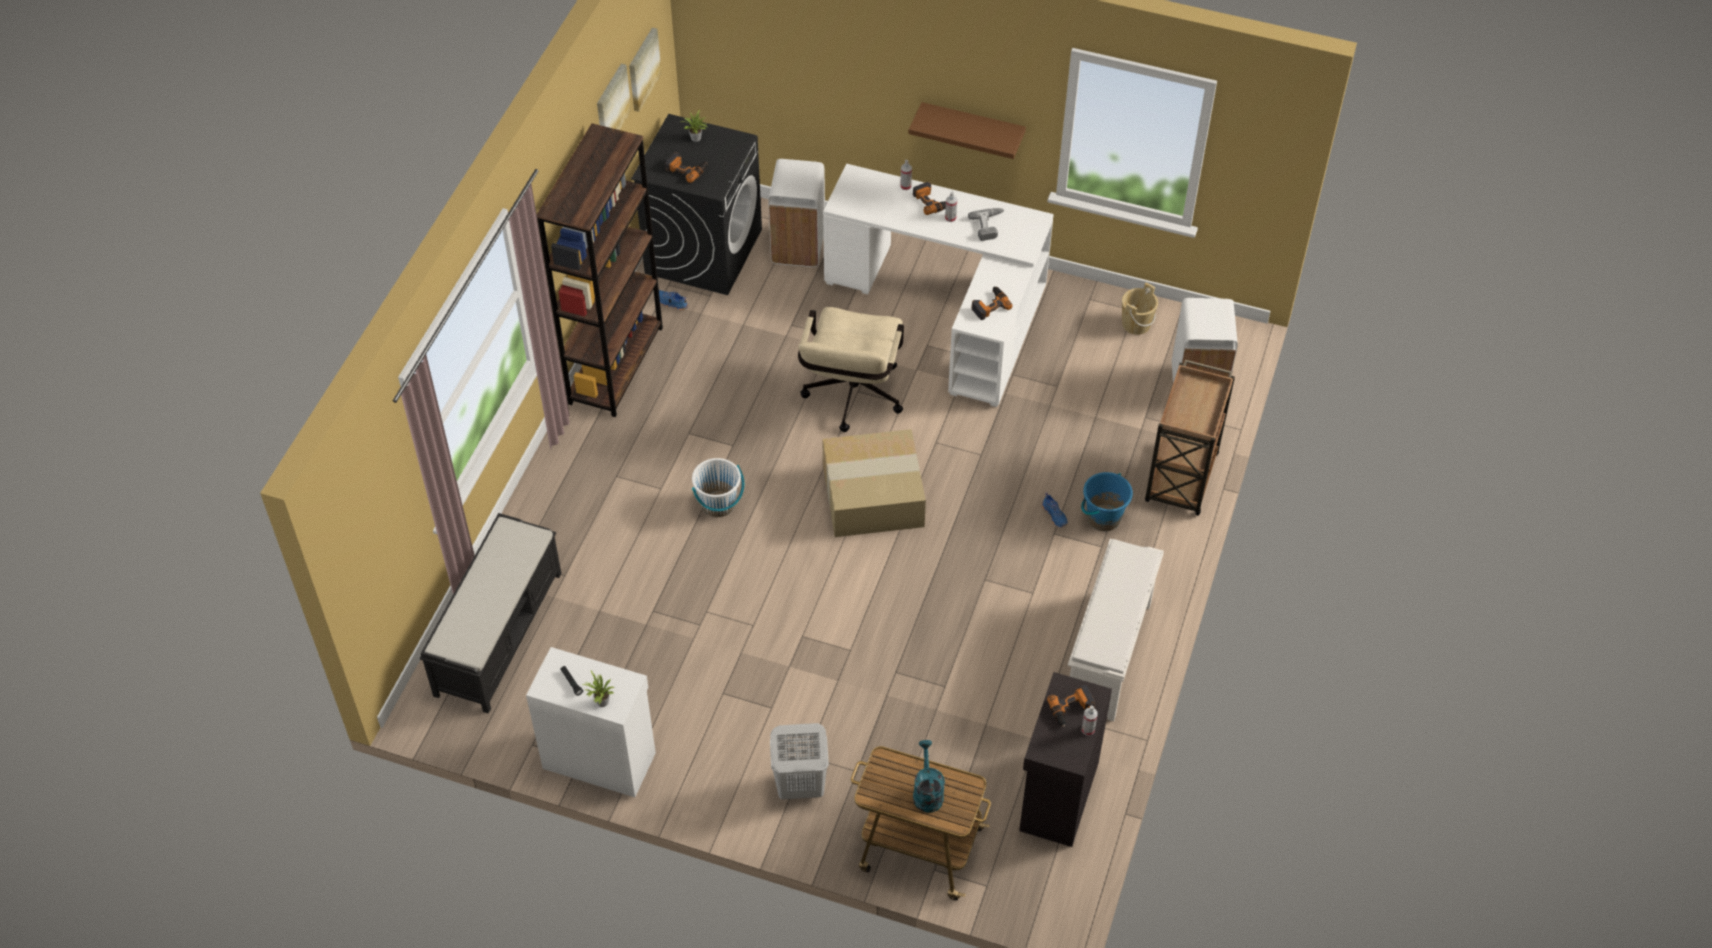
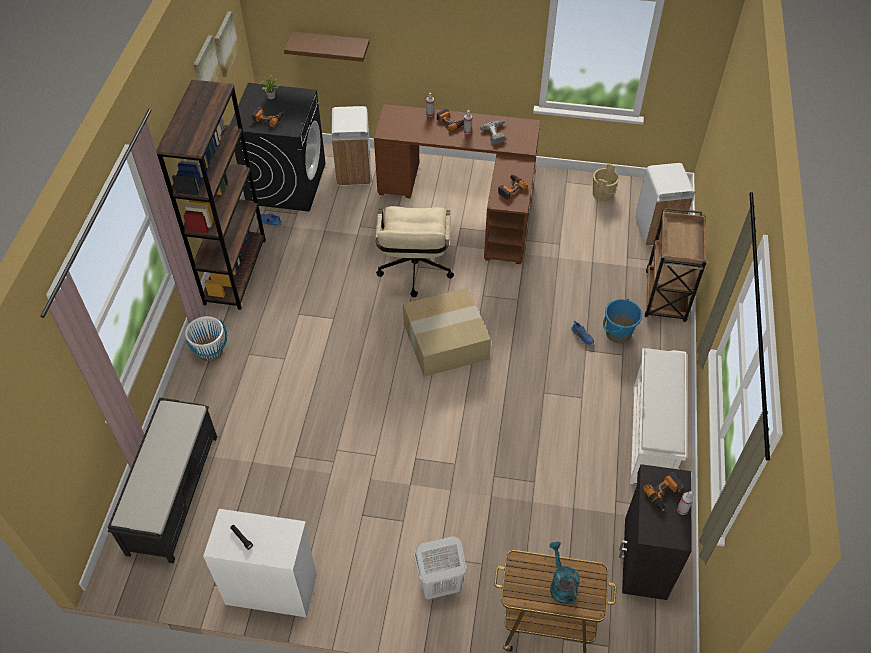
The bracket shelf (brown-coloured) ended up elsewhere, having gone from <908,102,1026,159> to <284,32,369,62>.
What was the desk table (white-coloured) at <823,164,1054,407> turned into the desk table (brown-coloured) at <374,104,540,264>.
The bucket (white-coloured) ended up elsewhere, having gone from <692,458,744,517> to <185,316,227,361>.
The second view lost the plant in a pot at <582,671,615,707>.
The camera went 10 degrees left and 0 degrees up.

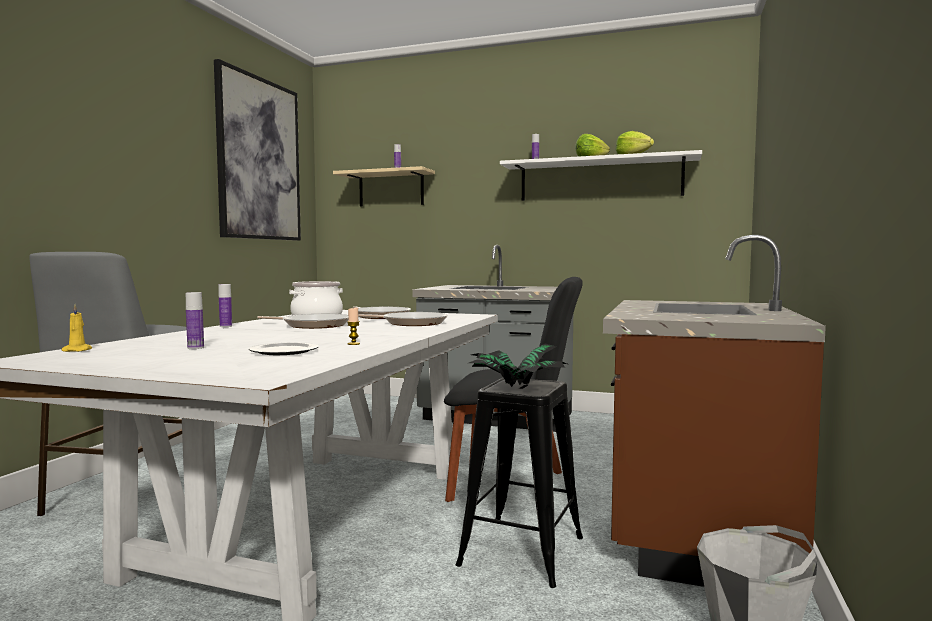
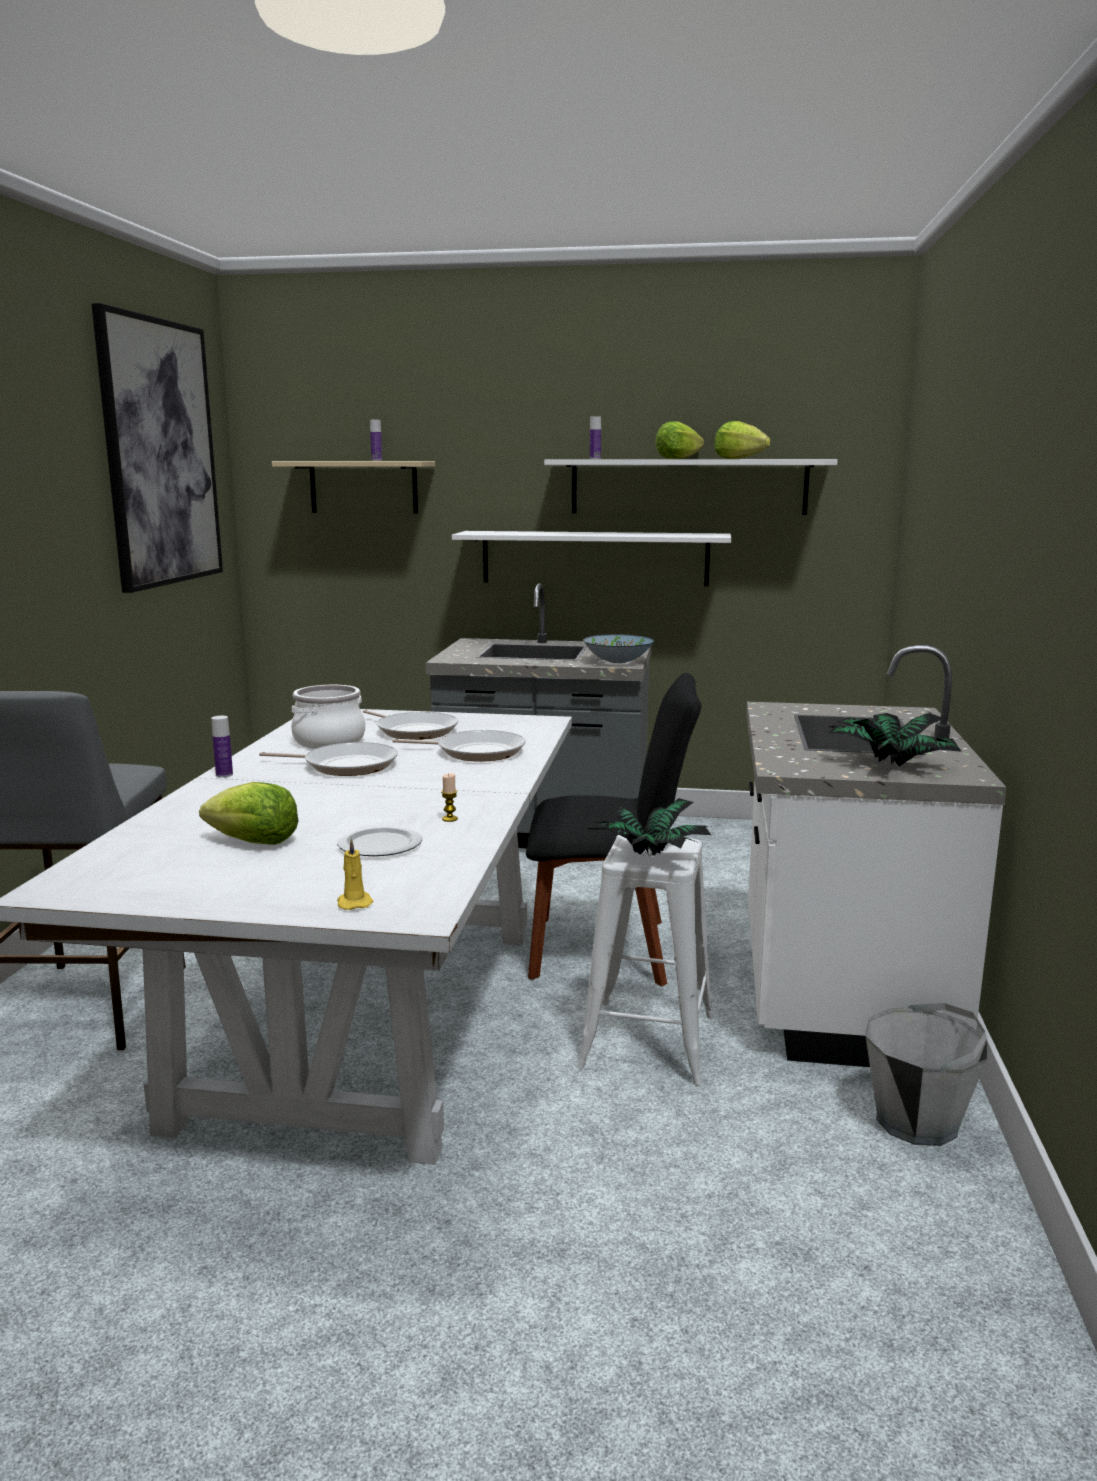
What was the counter (brown-coloured) at <603,235,826,587> turned into the counter (white-coloured) at <746,645,1006,1067>.
Where the bottle stood at <186,292,204,349>, the lettuce head came to stand at <199,782,299,845>.
The wax light (yellow-coloured) ended up elsewhere, having gone from <62,304,92,352> to <337,838,373,910>.
What was the stool seat (blackish) at <456,378,583,588> turned into the stool seat (white-coloured) at <577,835,714,1085>.
The second view gained the bracket shelf (white-coloured) at <452,531,732,586>.
The second view gained the serving bowl at <583,634,654,663>.
The second view gained the plant in a pot at <829,713,962,766>.
The camera went 10 degrees left and 10 degrees up.

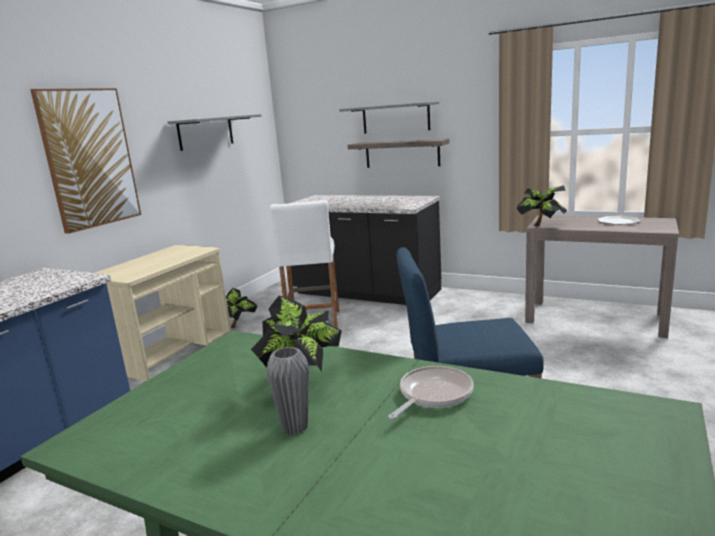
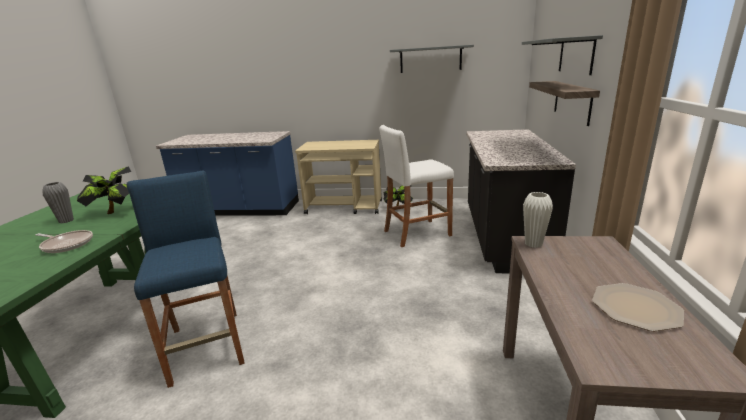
The second view lost the wall art at <30,88,141,234>.
Where the plant in a pot stood at <516,185,567,226>, the decorative vase (white-coloured) came to stand at <523,192,553,248>.
The camera went 70 degrees right and 5 degrees up.

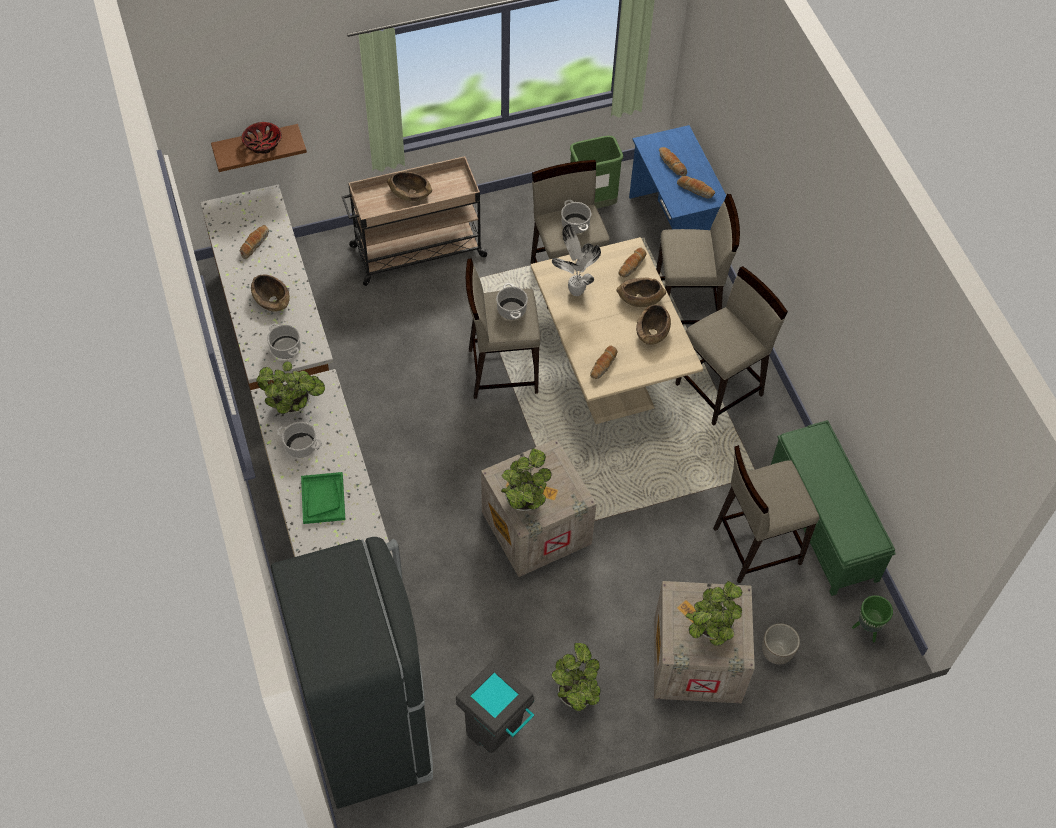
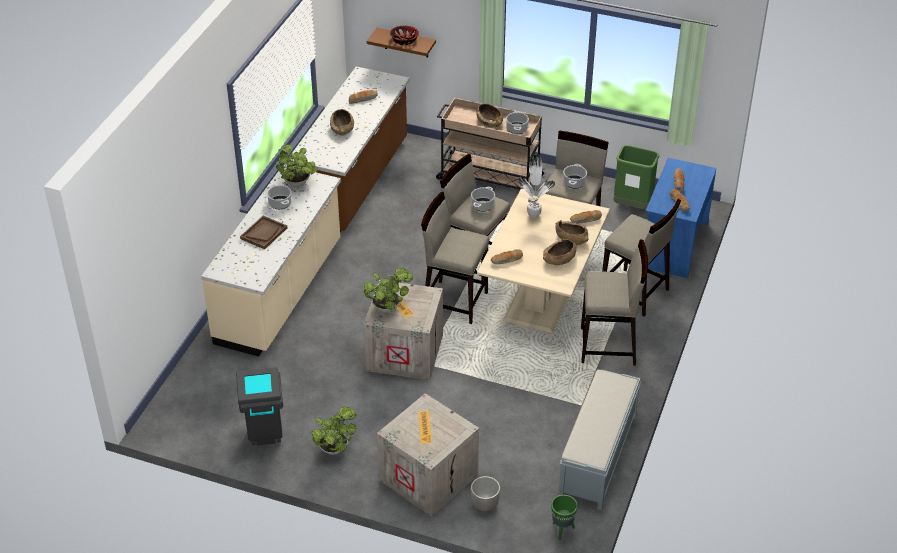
The saucepot ended up elsewhere, having gone from <267,323,301,359> to <506,111,529,134>.
What was the long seat (greenish) at <771,420,896,596> turned into the long seat (grey) at <558,370,641,510>.
The stool seat (beige) ended up elsewhere, having gone from <713,445,820,583> to <421,192,489,324>.
What was the serving tray (greenish) at <301,472,346,524> turned into the serving tray (brown-coloured) at <240,216,287,249>.
The second view lost the fridge (blackish) at <271,537,433,809>.
The second view lost the plant in a pot at <686,581,742,646>.
The camera went 40 degrees right and 15 degrees down.

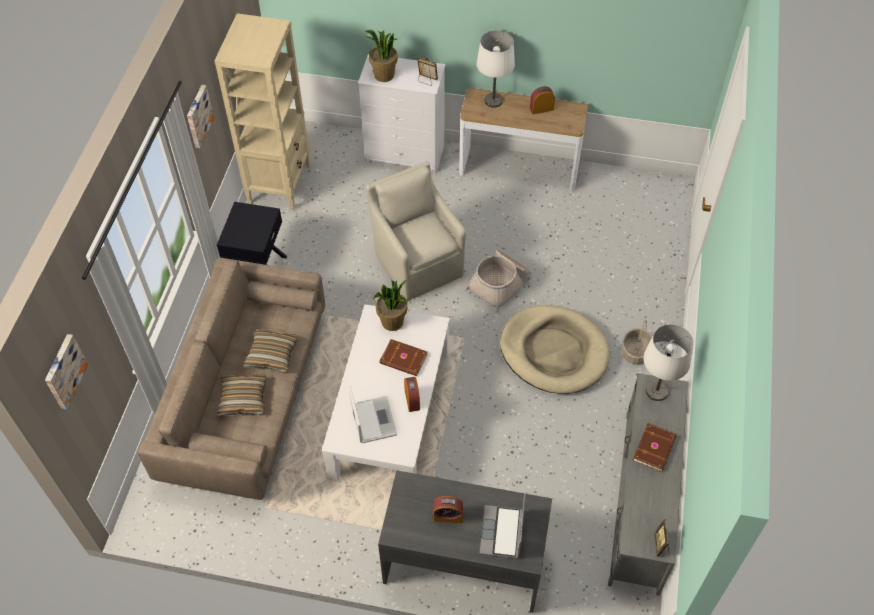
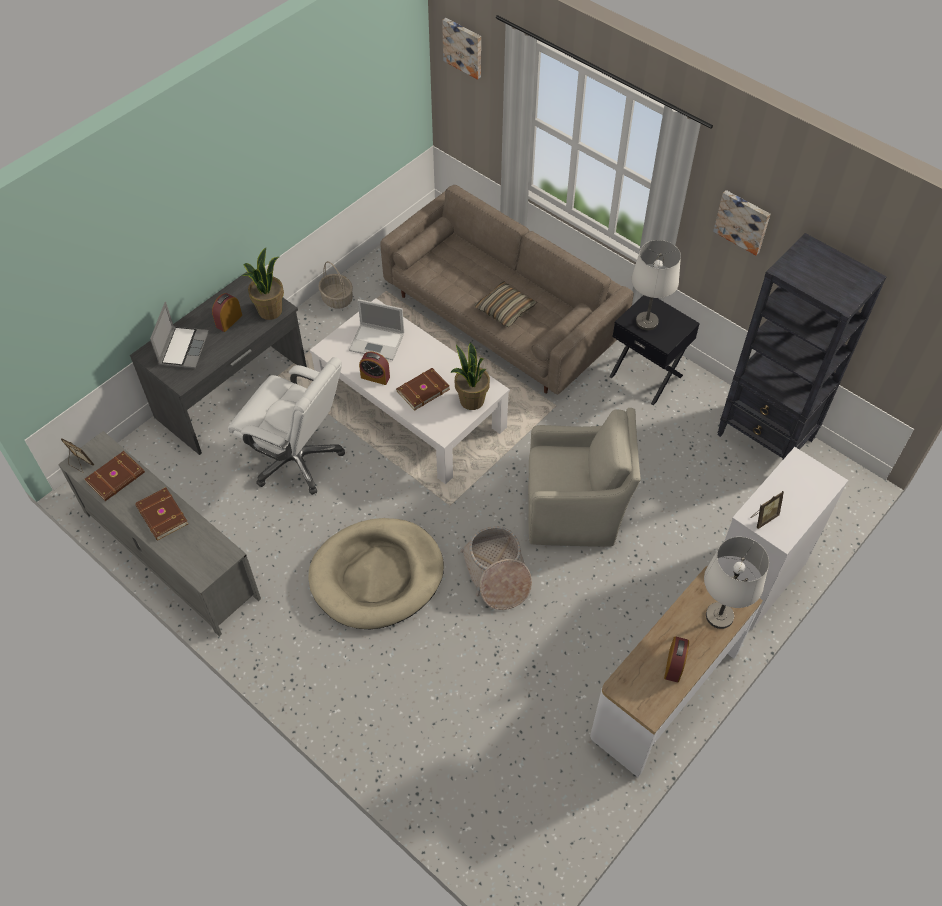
What was the bookshelf (beige) at <214,13,310,210> turned into the bookshelf (blackish) at <717,233,887,459>.
The plant in a pot ended up elsewhere, having gone from <364,30,398,82> to <242,248,284,320>.
The household basket ended up elsewhere, having gone from <622,320,655,365> to <318,261,353,309>.
The tabletop lamp (white-coloured) ended up elsewhere, having gone from <643,324,694,401> to <631,240,681,330>.
The second view lost the throw pillow at <217,374,266,416>.
The portable computer at <479,493,526,559> ended up facing another way, 60 degrees clockwise from before.
The second view gained the office chair (white-coloured) at <228,357,345,495>.
The second view gained the volume (brown-coloured) at <85,451,145,501>.
The camera went 120 degrees right and 0 degrees up.

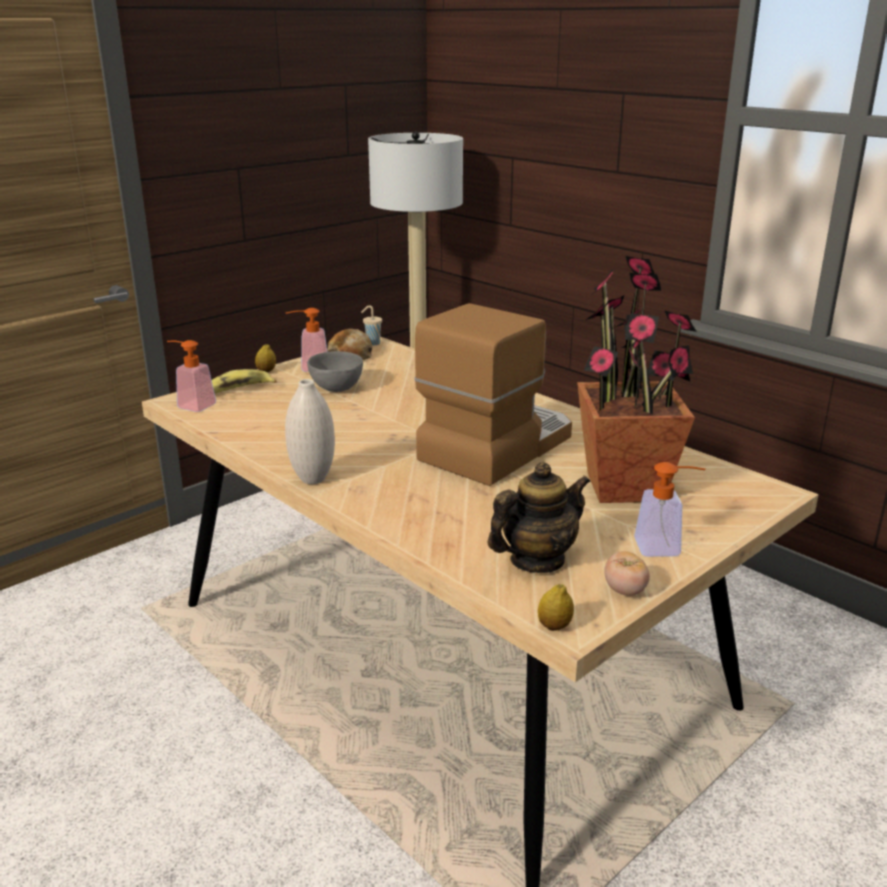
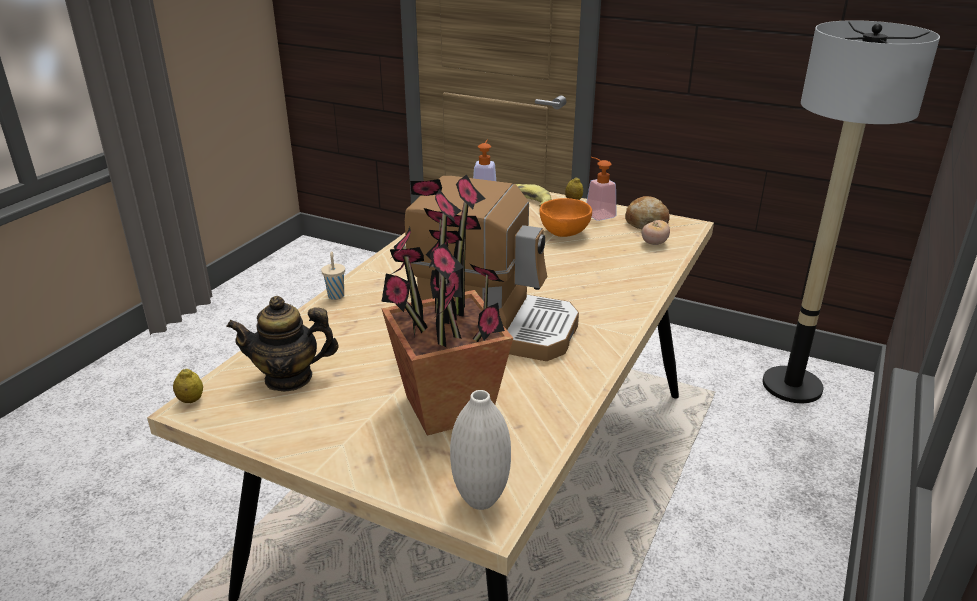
The small cup (beige) ended up elsewhere, having gone from <361,305,382,346> to <321,251,345,300>.
What was the serving bowl (grey) at <307,351,363,392> turned into the serving bowl (orange-coloured) at <539,198,592,237>.
The decorative vase (white-coloured) ended up elsewhere, having gone from <285,379,335,484> to <450,390,511,510>.
The pot for tea at <488,462,591,573> ended up facing another way, 135 degrees clockwise from before.
The second view lost the liquid soap bottle at <634,462,706,557>.
The fresh tomato ended up elsewhere, having gone from <605,551,650,596> to <642,220,670,245>.
The camera went 70 degrees right and 5 degrees up.

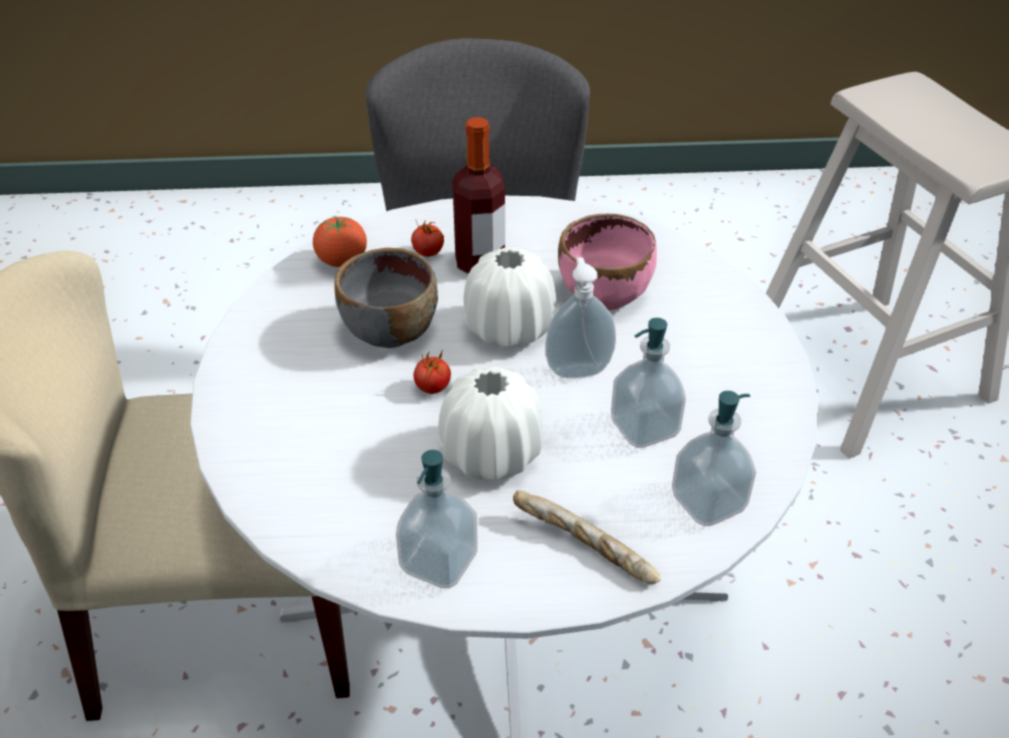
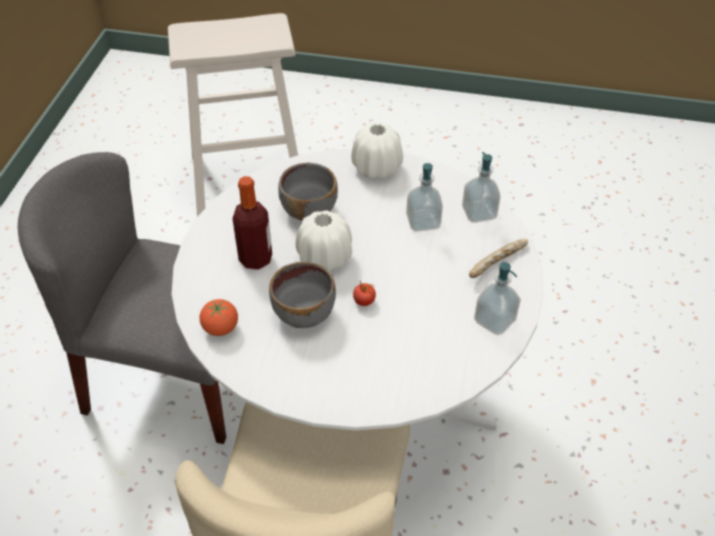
What was the serving bowl (pinkish) at <558,214,657,310> turned into the serving bowl (grey) at <278,163,338,221>.
The second view lost the fresh tomato at <411,219,444,257>.
The second view lost the liquid soap bottle at <545,257,616,378>.
The decorative vase (white-coloured) ended up elsewhere, having gone from <438,367,543,480> to <351,123,403,179>.
The camera went 75 degrees left and 5 degrees up.

